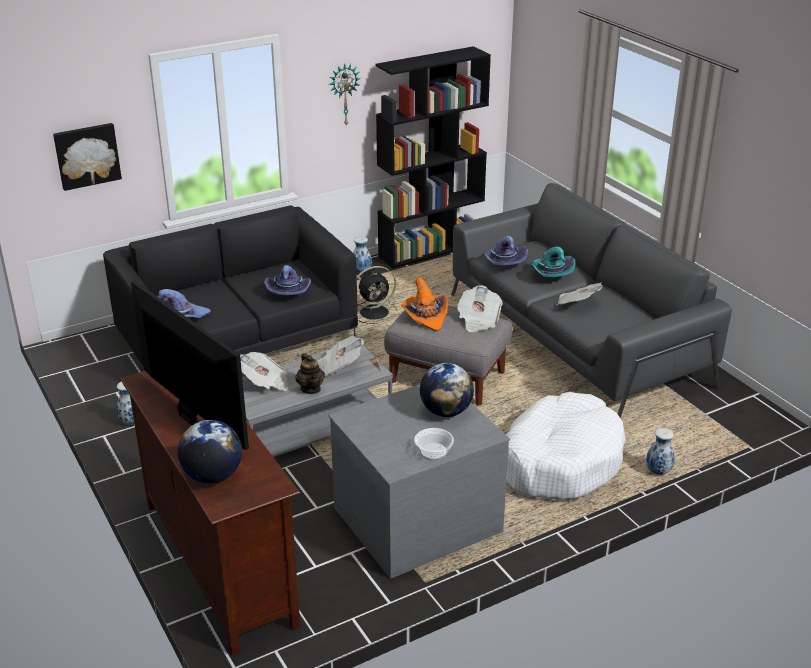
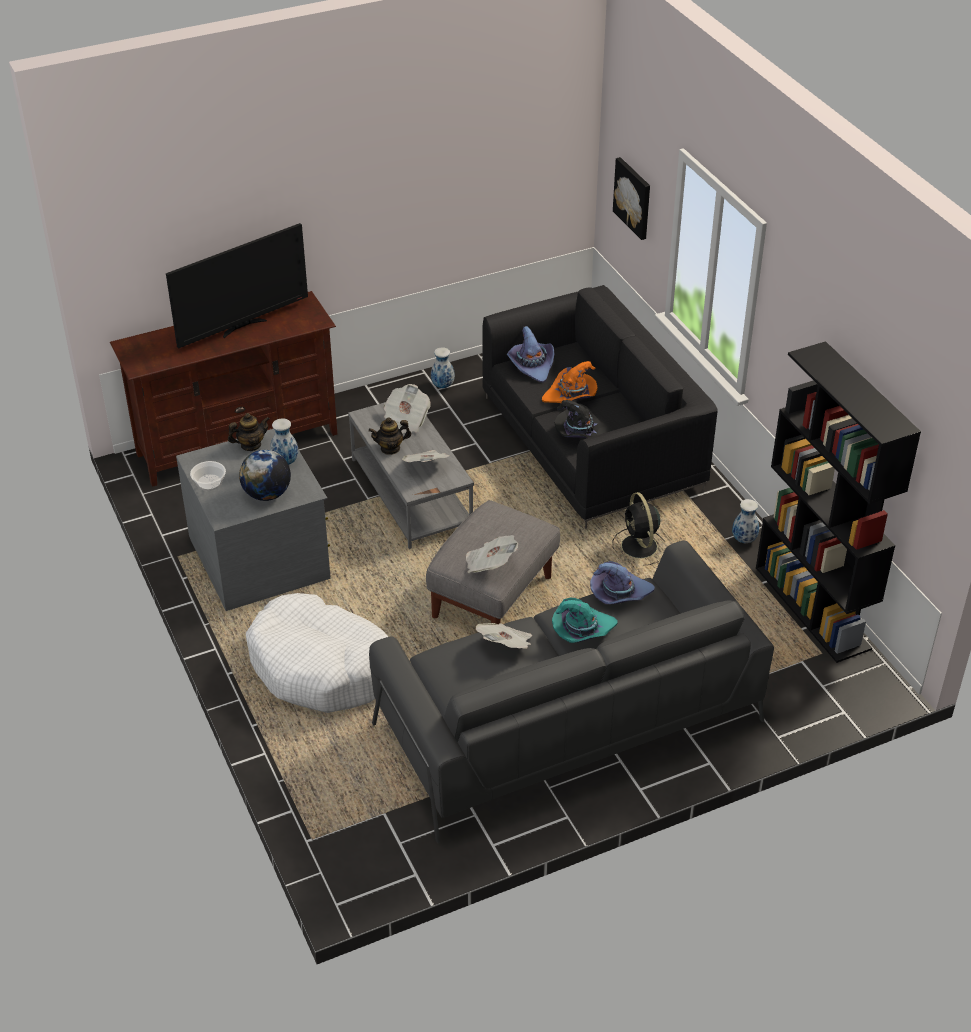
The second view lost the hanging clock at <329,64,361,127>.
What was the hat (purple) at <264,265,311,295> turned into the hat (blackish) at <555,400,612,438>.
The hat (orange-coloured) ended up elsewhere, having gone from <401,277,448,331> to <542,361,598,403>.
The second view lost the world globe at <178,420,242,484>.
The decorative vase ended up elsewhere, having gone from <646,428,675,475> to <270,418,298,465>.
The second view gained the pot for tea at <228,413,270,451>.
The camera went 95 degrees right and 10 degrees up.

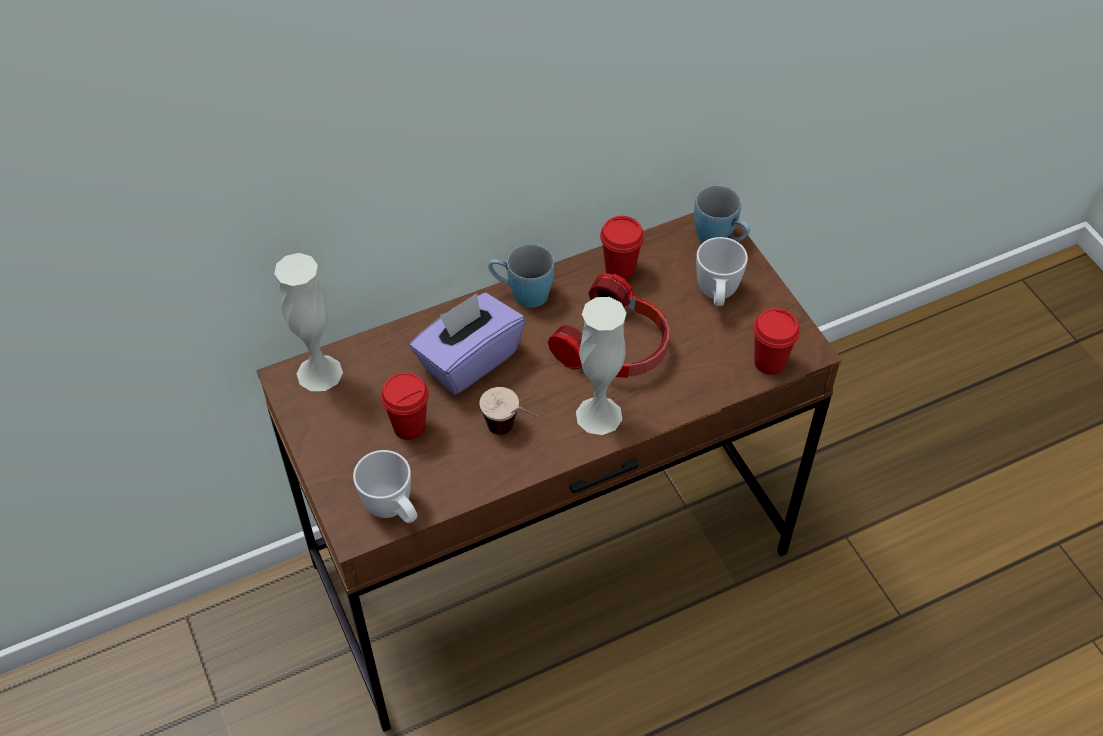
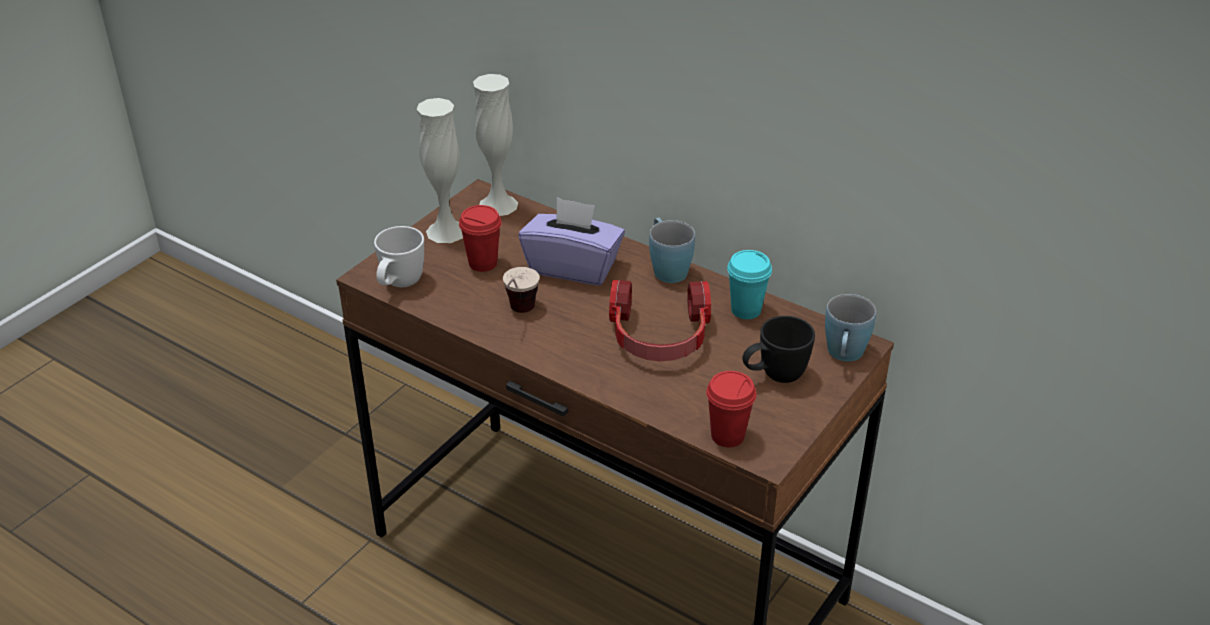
What was the small cup (reddish) at <600,216,644,280> turned into the small cup (blue-green) at <727,250,772,319>.
What was the coffee mug (white-coloured) at <696,237,748,306> turned into the coffee mug (blackish) at <742,316,815,383>.
The decorative vase (white-coloured) ended up elsewhere, having gone from <576,297,626,435> to <417,98,463,243>.
The camera went 60 degrees right and 15 degrees down.

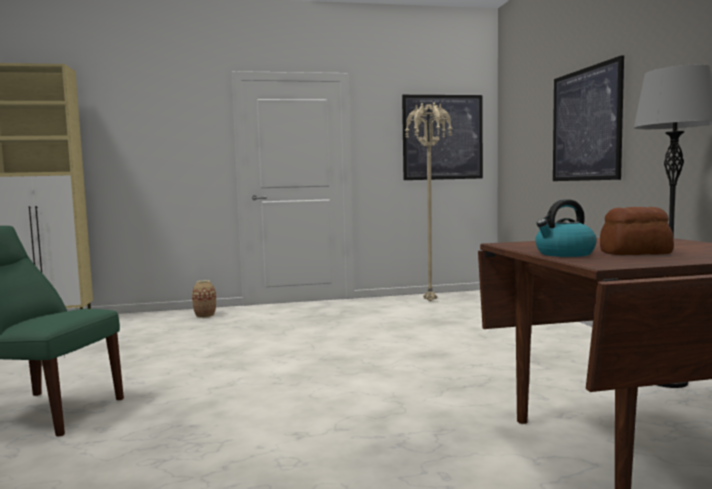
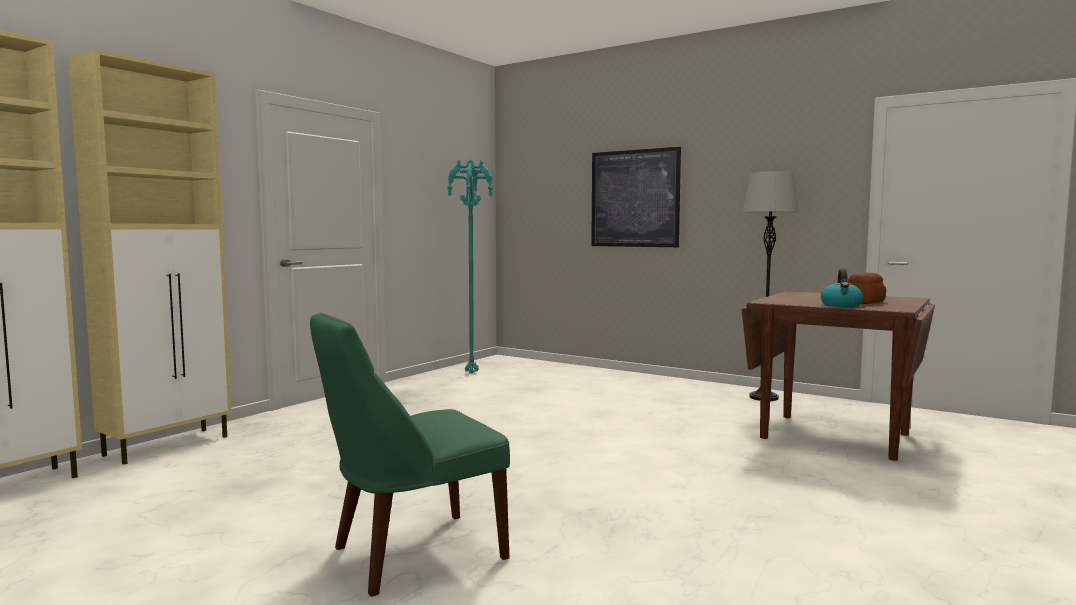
The second view lost the wall art at <402,95,483,180>.
What was the standard lamp (beige) at <404,103,453,301> turned into the standard lamp (blue-green) at <447,160,493,373>.
The second view lost the decorative vase at <192,280,216,318>.
The second view gained the storage cabinet (beige) at <68,49,232,465>.
The camera went 45 degrees left and 0 degrees up.

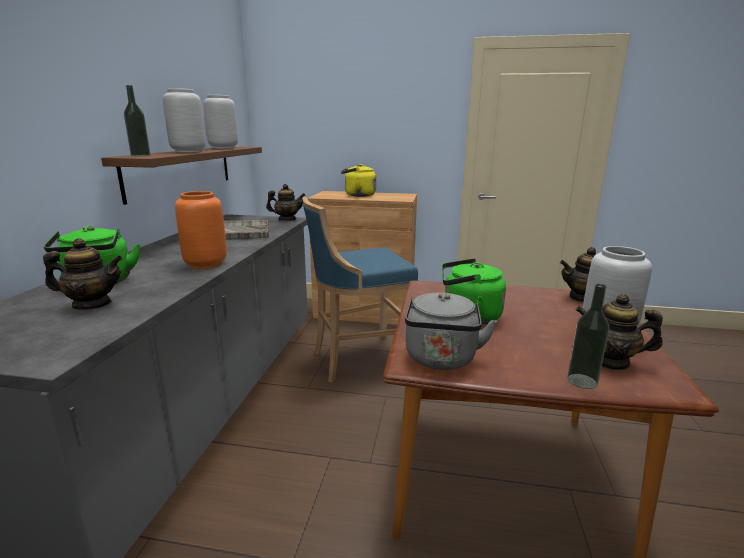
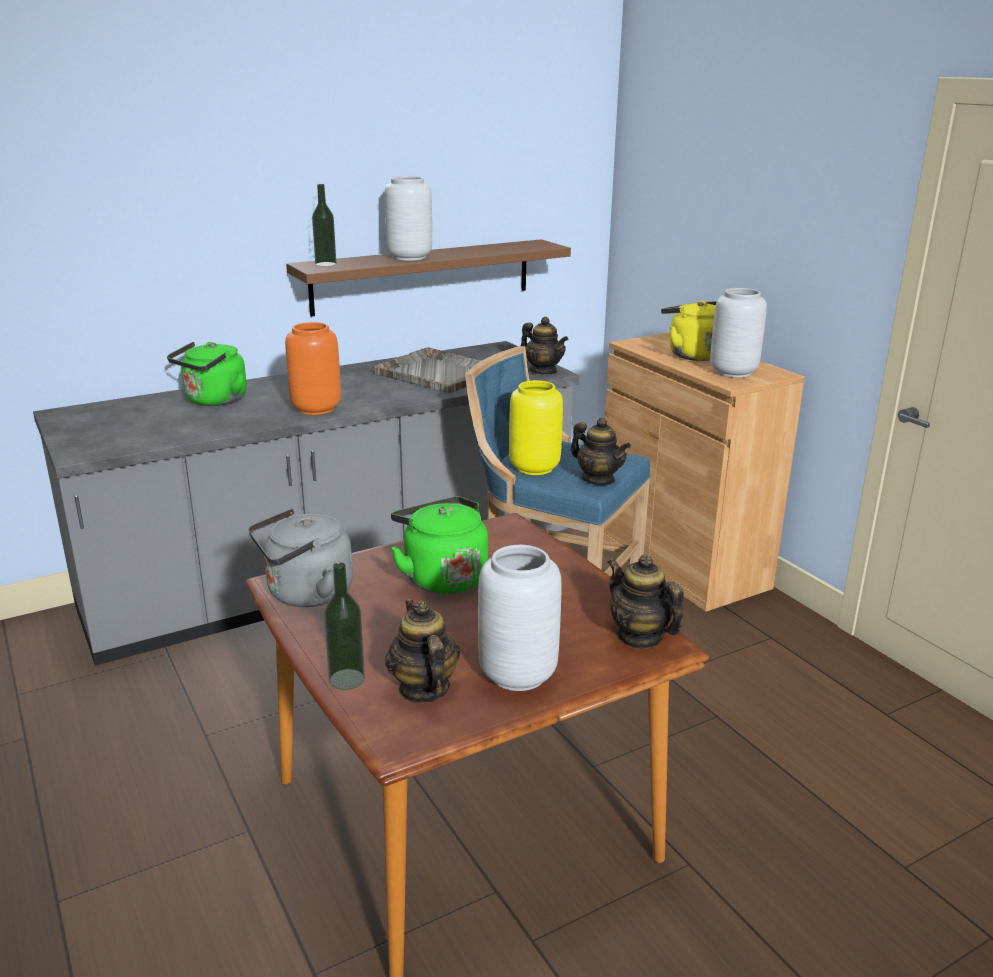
The decorative vase (grey) ended up elsewhere, having gone from <204,95,238,149> to <710,288,767,378>.
The pot for tea ended up elsewhere, having gone from <43,238,123,310> to <571,418,631,485>.
The second view gained the decorative vase (yellow-coloured) at <509,380,563,475>.
The camera went 50 degrees right and 5 degrees up.

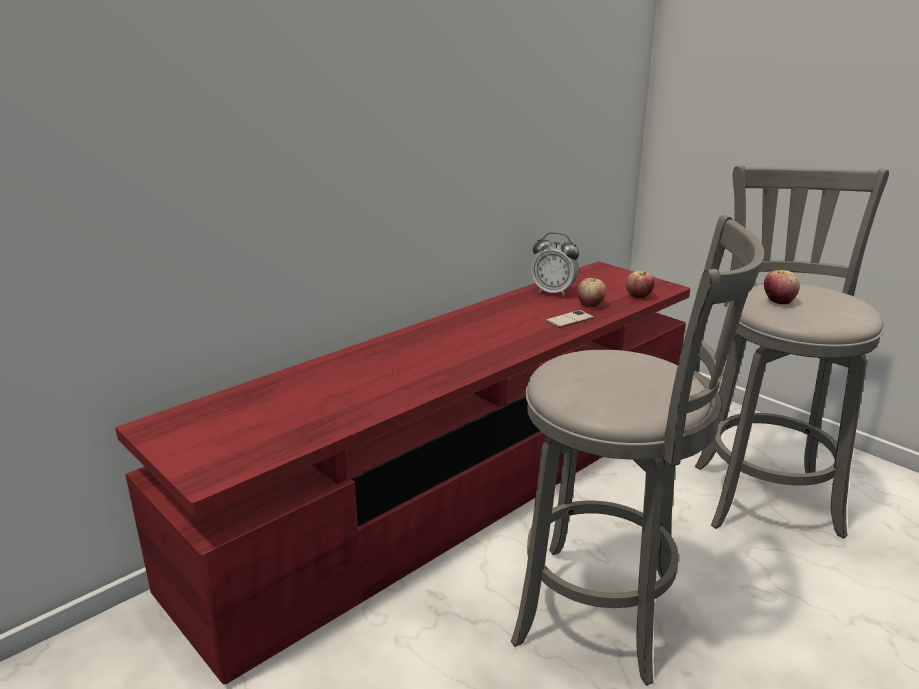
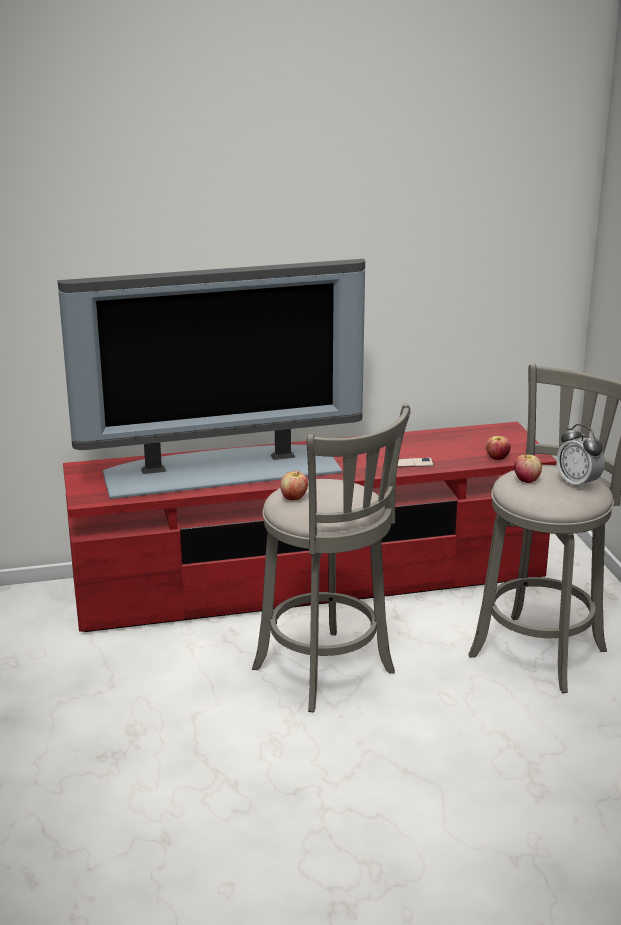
The alarm clock ended up elsewhere, having gone from <531,232,579,297> to <557,424,605,490>.
The whole apple ended up elsewhere, having gone from <578,276,606,307> to <280,471,308,501>.
The second view gained the TV set at <57,259,365,499>.
The camera went 30 degrees right and 0 degrees up.

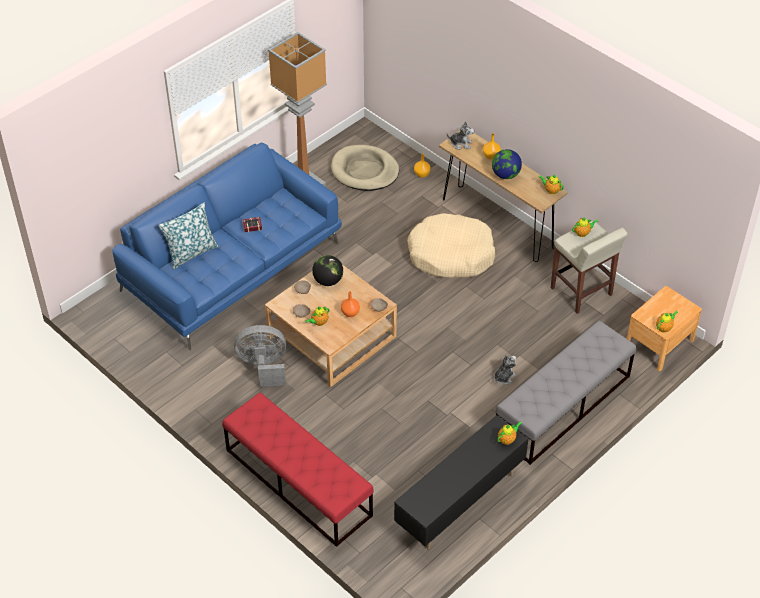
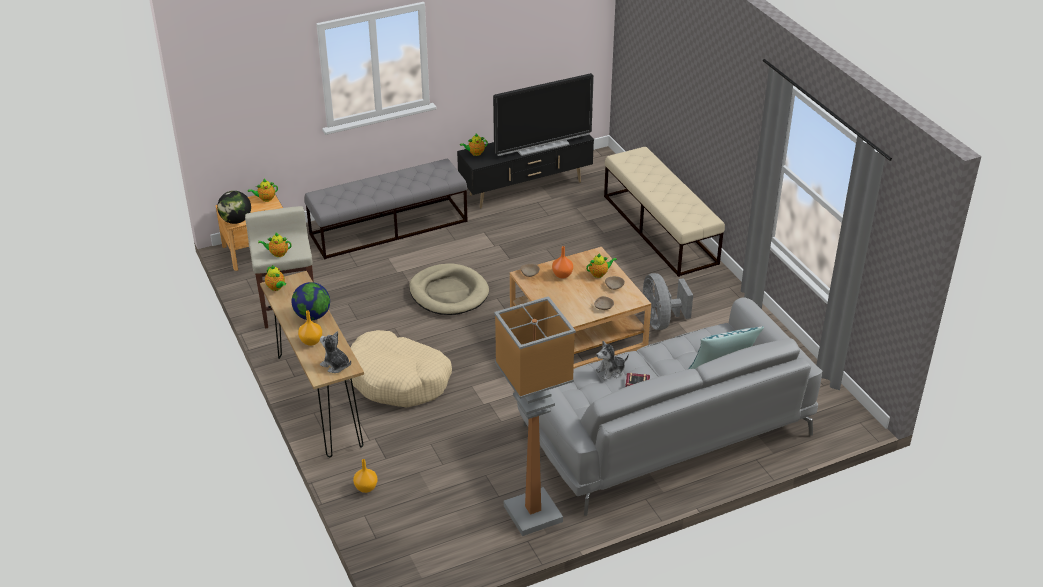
What was the couch (blue-coloured) at <112,143,342,350> turned into the couch (grey) at <517,297,823,516>.
The pet bed (beige) ended up elsewhere, having gone from <331,145,399,191> to <409,263,489,315>.
The world globe ended up elsewhere, having gone from <312,255,343,286> to <217,191,251,224>.
The cooling fan (grey) at <234,325,286,387> ended up facing another way, 60 degrees clockwise from before.
The soft toy ended up elsewhere, having gone from <494,355,516,385> to <596,341,629,380>.
What was the long seat (reddish) at <222,393,374,547> turned into the long seat (beige) at <604,147,725,277>.
The second view gained the TV set at <493,73,594,156>.
The camera went 160 degrees left and 10 degrees down.

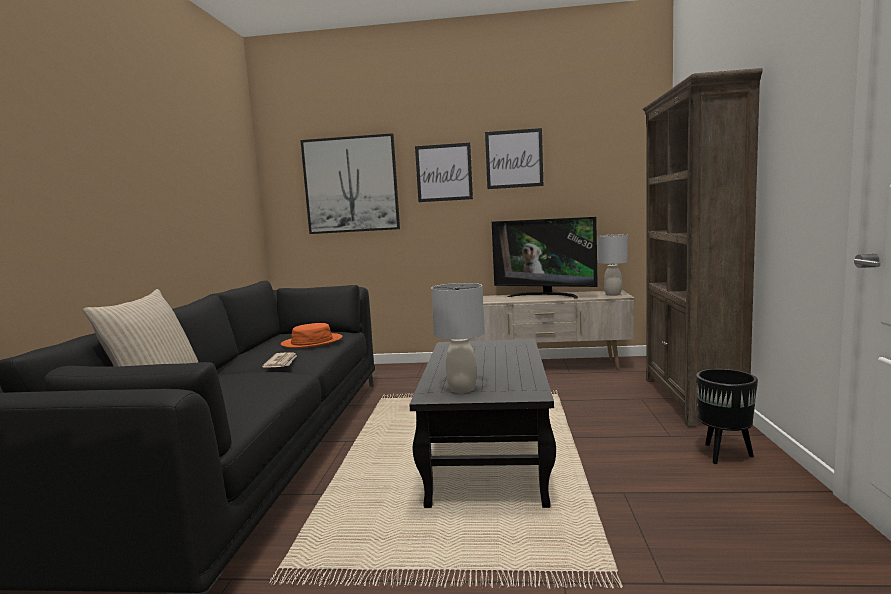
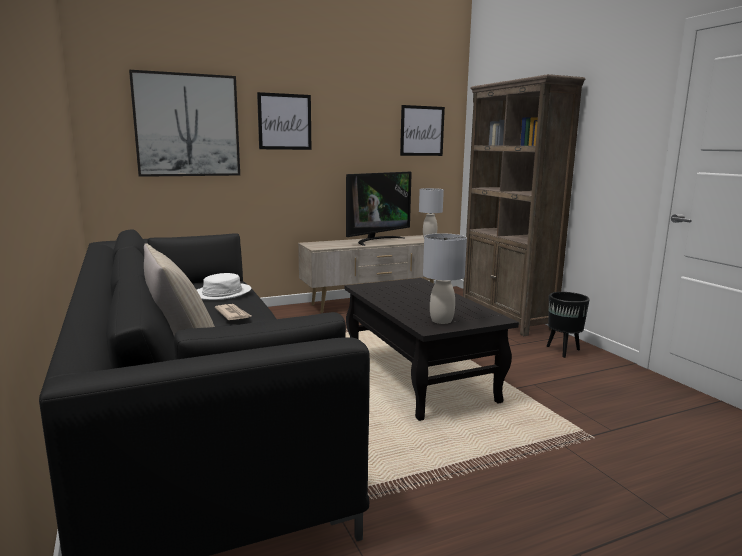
The wall art ended up elsewhere, having gone from <485,128,543,189> to <400,105,445,156>.
The TV set at <492,217,598,299> ended up facing another way, 45 degrees counterclockwise from before.
What was the hat (orange-coloured) at <281,323,342,348> turned into the hat (white-coloured) at <197,273,251,300>.
The camera went 30 degrees left and 5 degrees up.

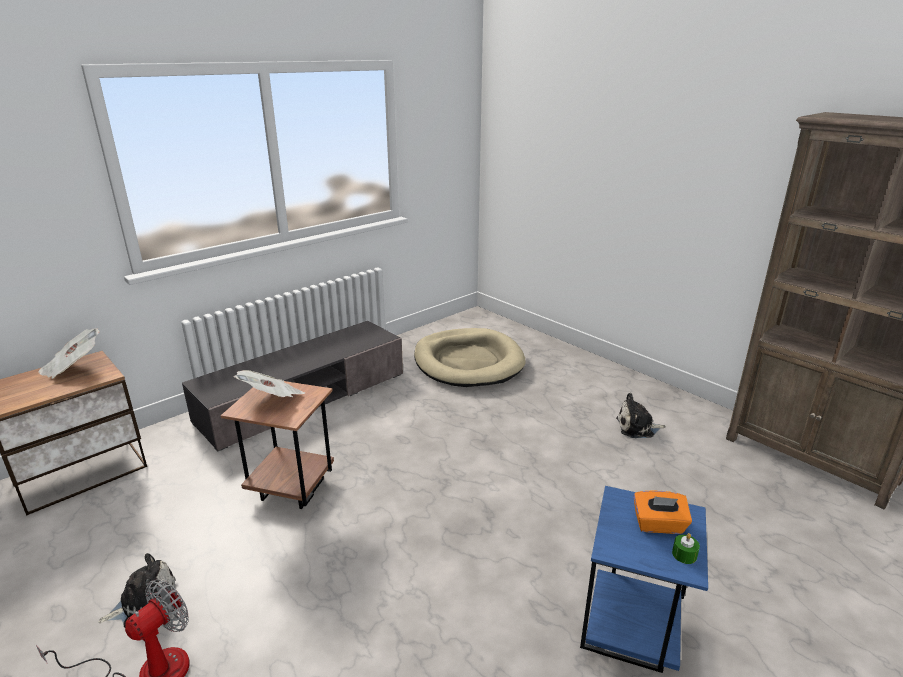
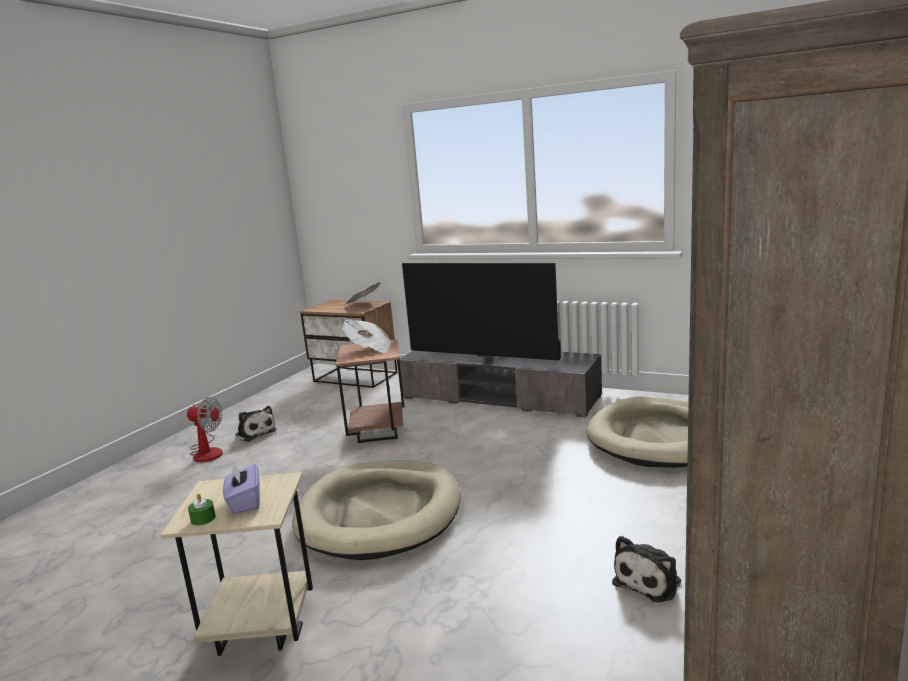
The soft toy at <616,393,666,438> ended up facing another way, 120 degrees counterclockwise from before.
What was the accent table (blue-coloured) at <580,486,708,673> turned into the accent table (beige) at <160,472,313,656>.
What was the box of tissues (orange-coloured) at <633,491,692,534> turned into the box of tissues (purple) at <223,463,260,514>.
The second view gained the TV set at <402,263,561,364>.
The second view gained the pet bed (beige) at <292,460,460,560>.
The camera went 70 degrees right and 10 degrees down.

